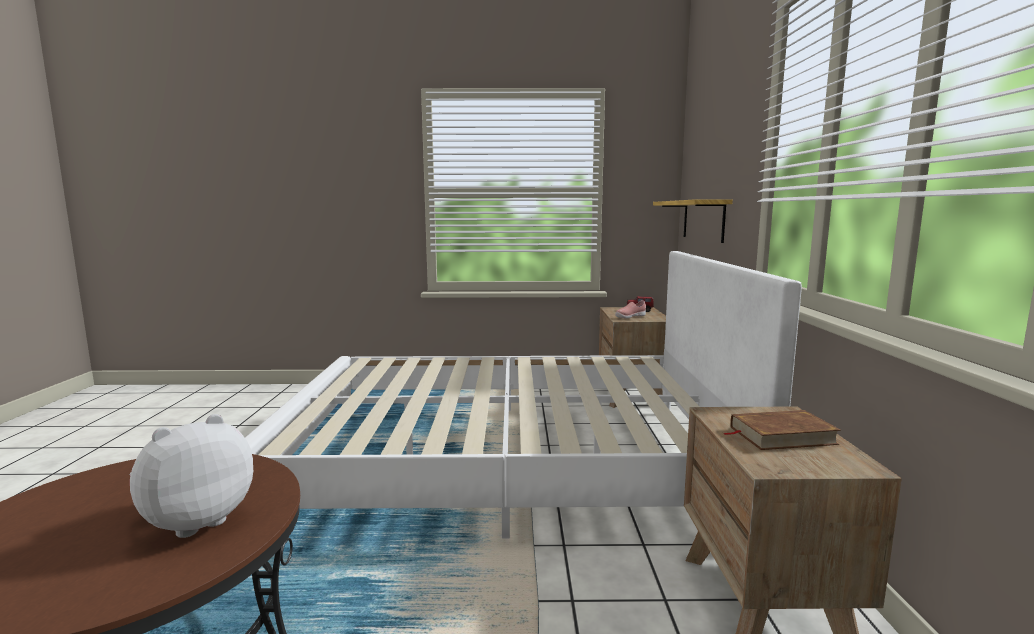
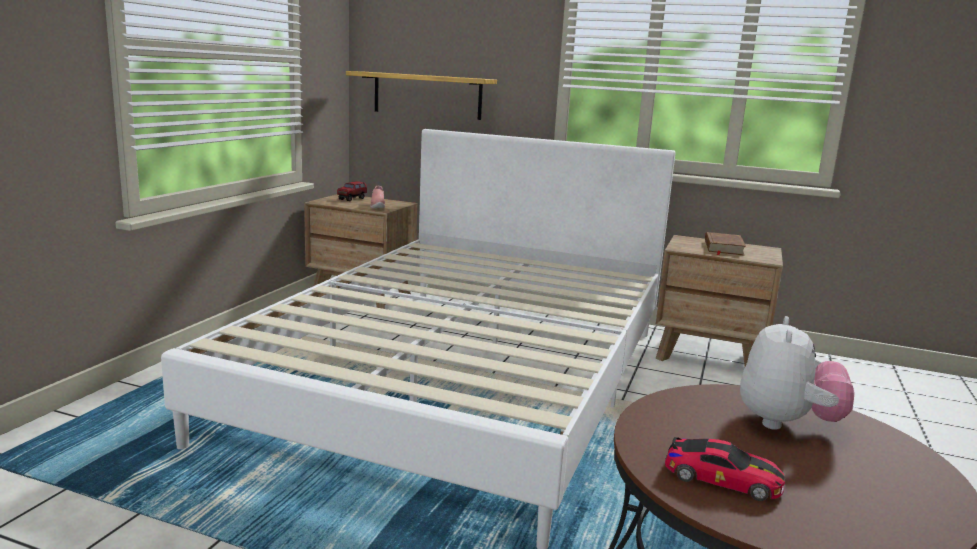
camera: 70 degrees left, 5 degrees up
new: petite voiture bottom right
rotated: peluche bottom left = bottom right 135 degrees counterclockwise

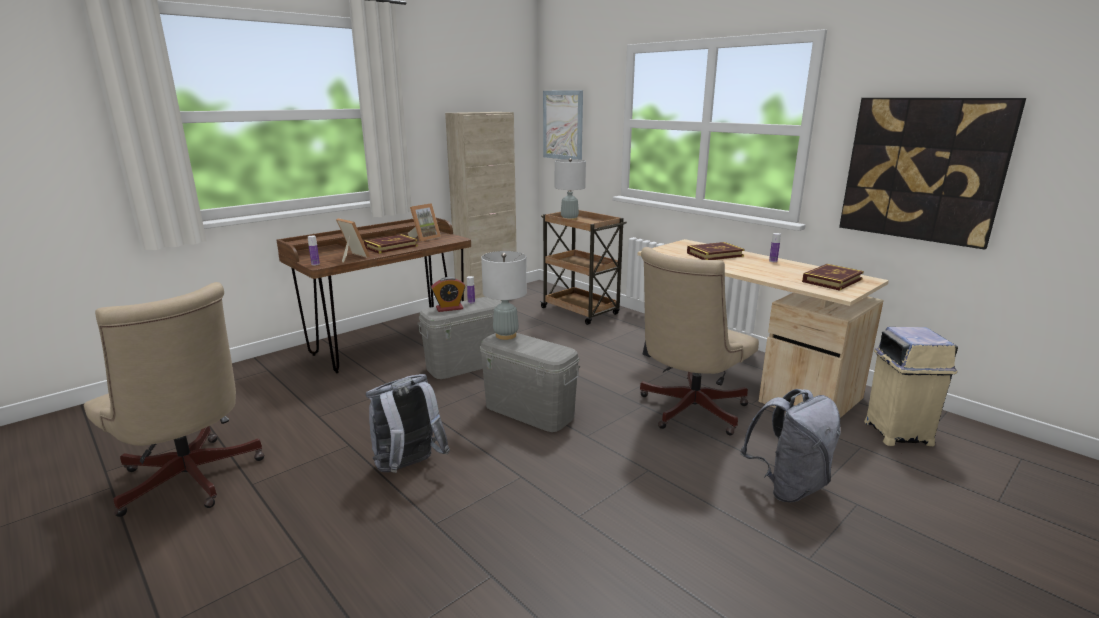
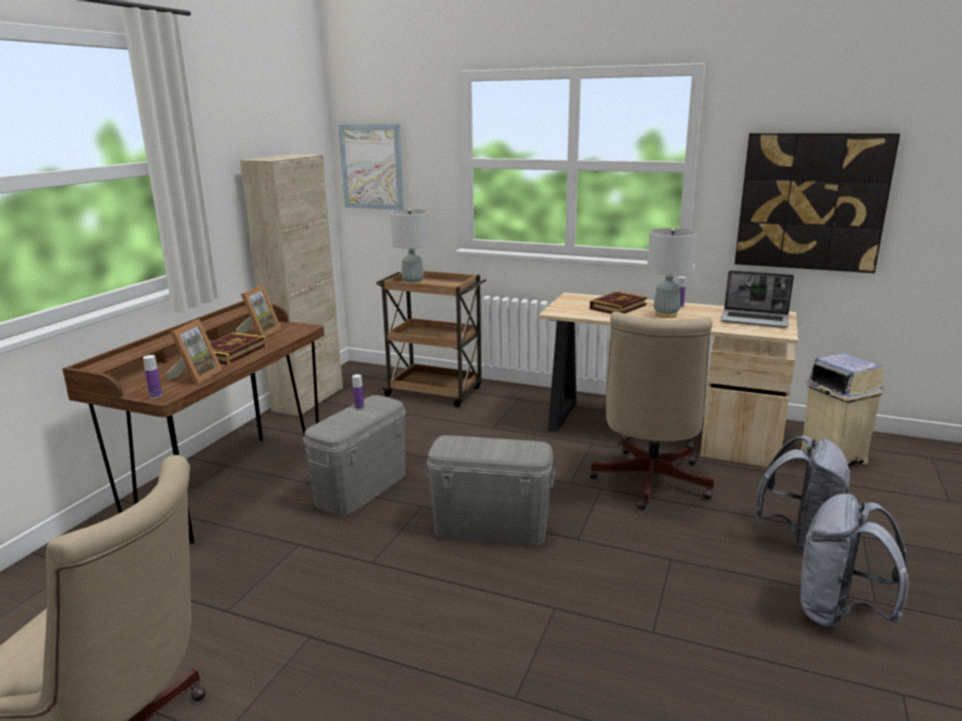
camera: 25 degrees left, 0 degrees up
gone: réveil centre
shifted: lampe de table [gris] (no. 1 from left in the first image) centre to lampe de table [gris] (no. 2 from left) middle right; sac à dos [gris] (no. 1 from left in the first image) bottom centre to sac à dos [gris] (no. 2 from left) bottom right
swapped: livre (no. 3 from left) middle right to ordinateur portable middle right
rotated: cadre photo (no. 1 from left) middle left = middle left 90 degrees clockwise

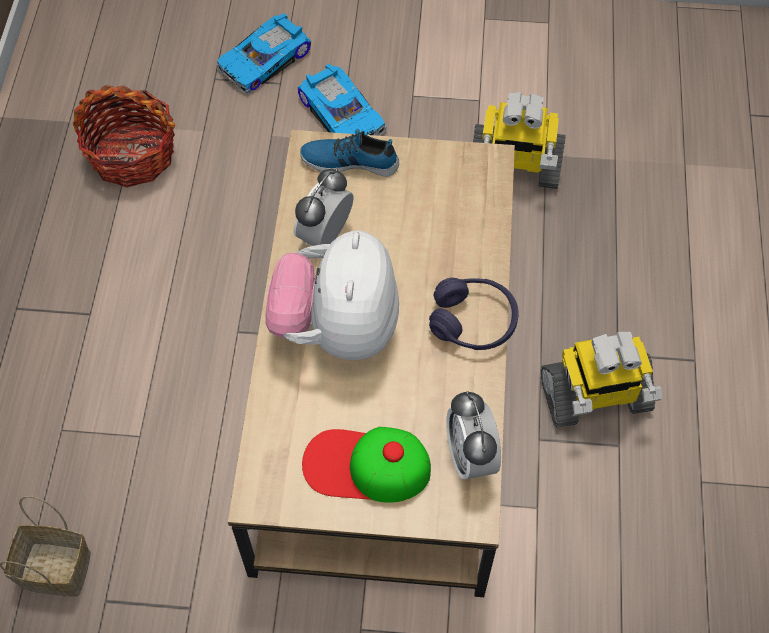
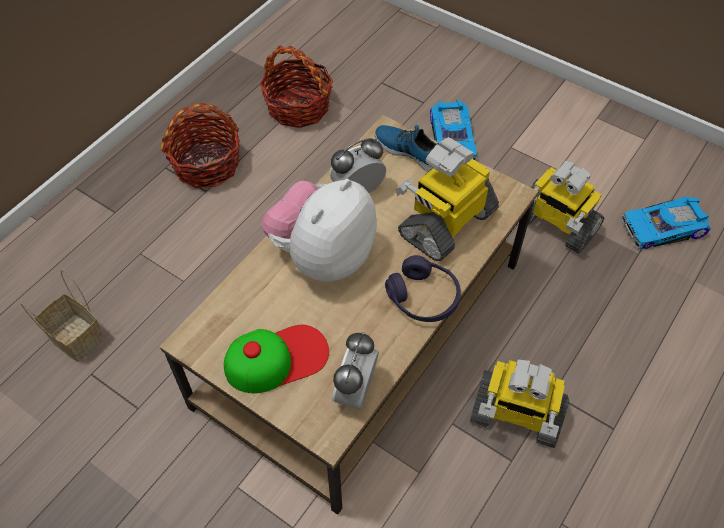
camera: 30 degrees right, 5 degrees down
new: panier (no. 2 from left) top left; robot jouet (no. 1 from left) centre
shifted: petite voiture (no. 1 from left in the first image) top centre to petite voiture (no. 2 from left) middle right
rotated: casquette bottom centre = bottom centre 120 degrees clockwise

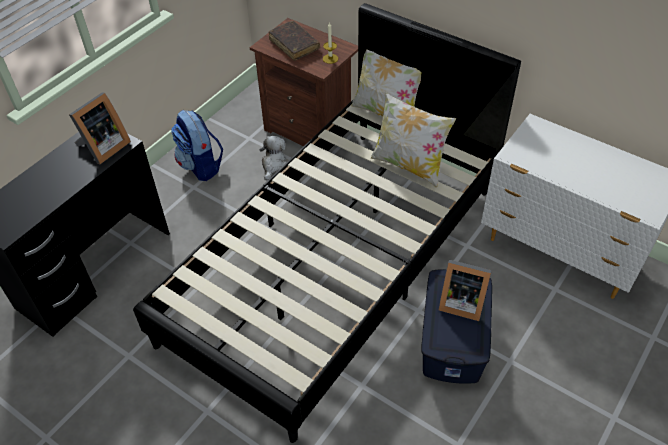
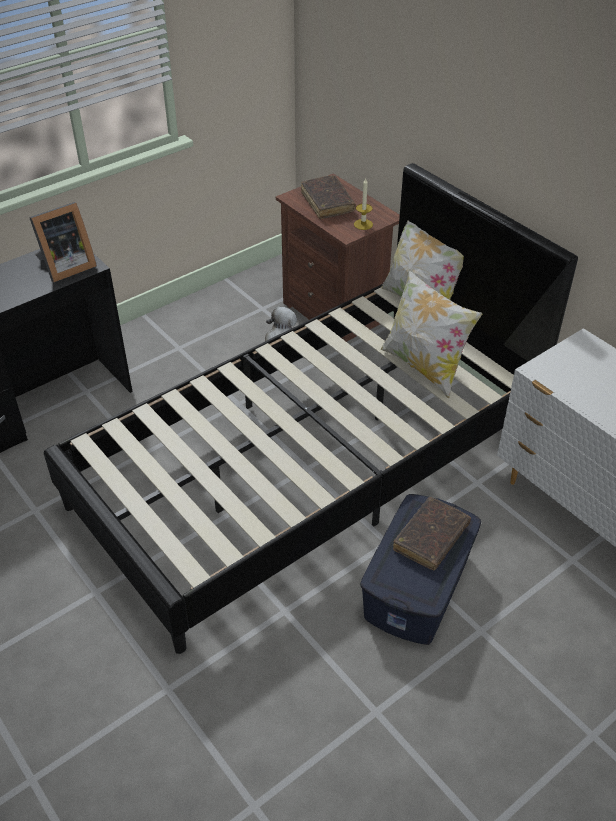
camera: 15 degrees right, 5 degrees down
gone: sac à dos top left
swapped: cadre photo (no. 2 from left) middle right to livre [marron] (no. 2 from left) middle right

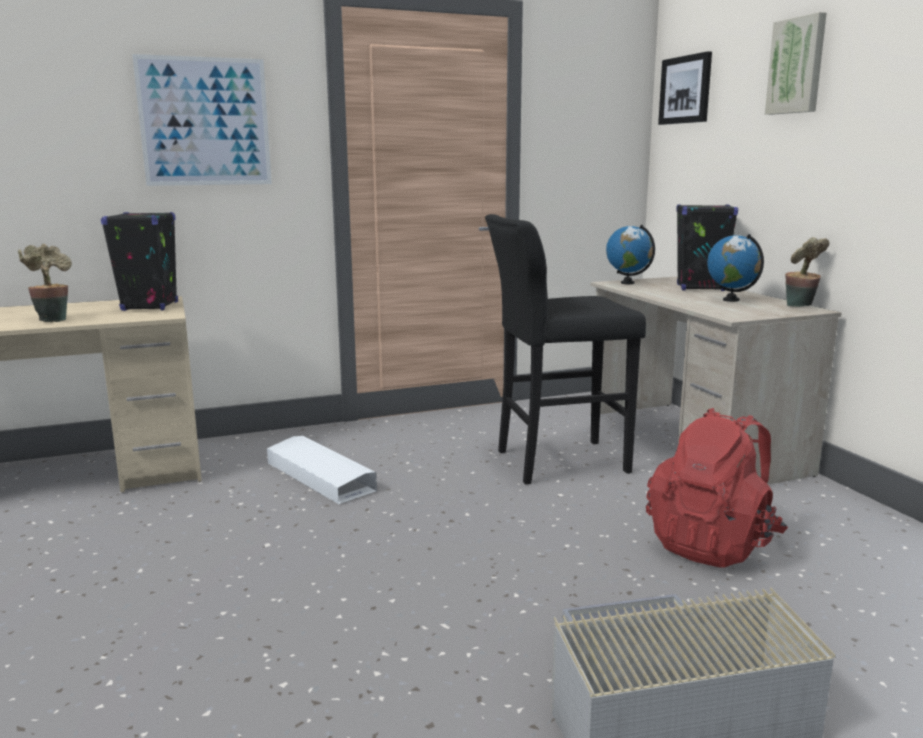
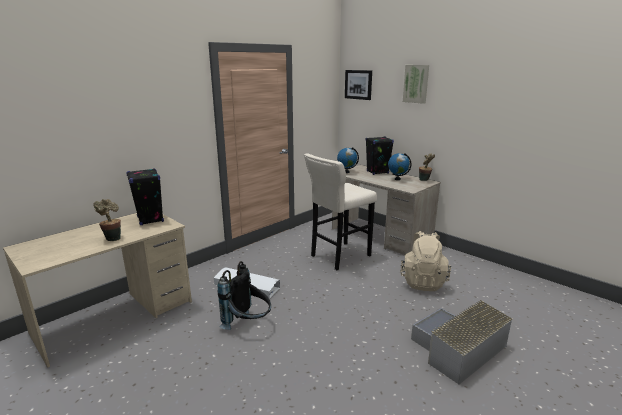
camera: 25 degrees left, 5 degrees up
gone: tableau (no. 1 from left) top left
new: sac à dos [noir] bottom centre
repainted: tabouret [noir] centre to tabouret [beige] centre; sac à dos [rouge] middle right to sac à dos [beige] middle right

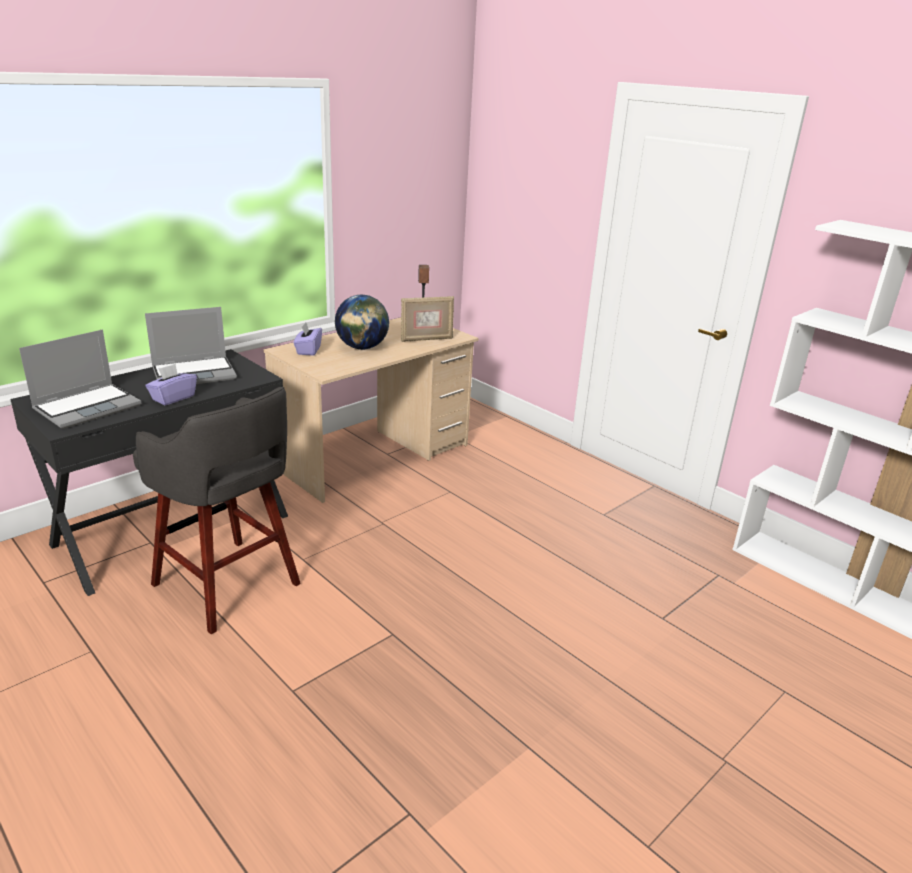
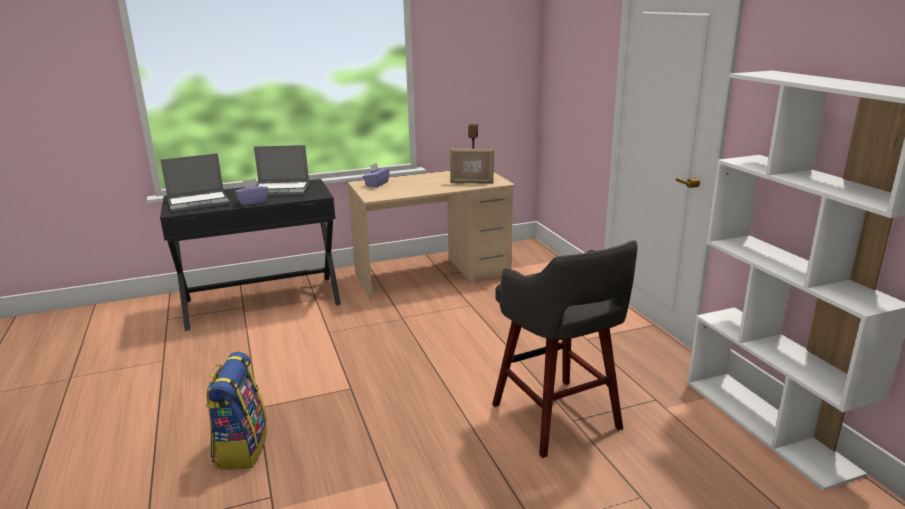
camera: 25 degrees right, 5 degrees down
gone: globe centre
new: sac à dos bottom left
shifted: tabouret [gris] middle left to bottom centre

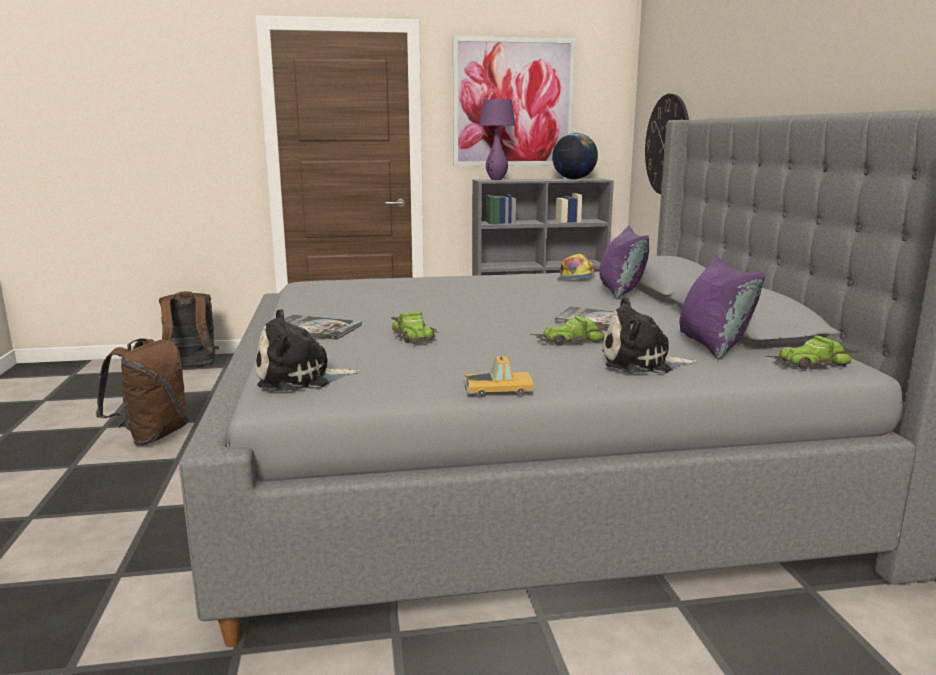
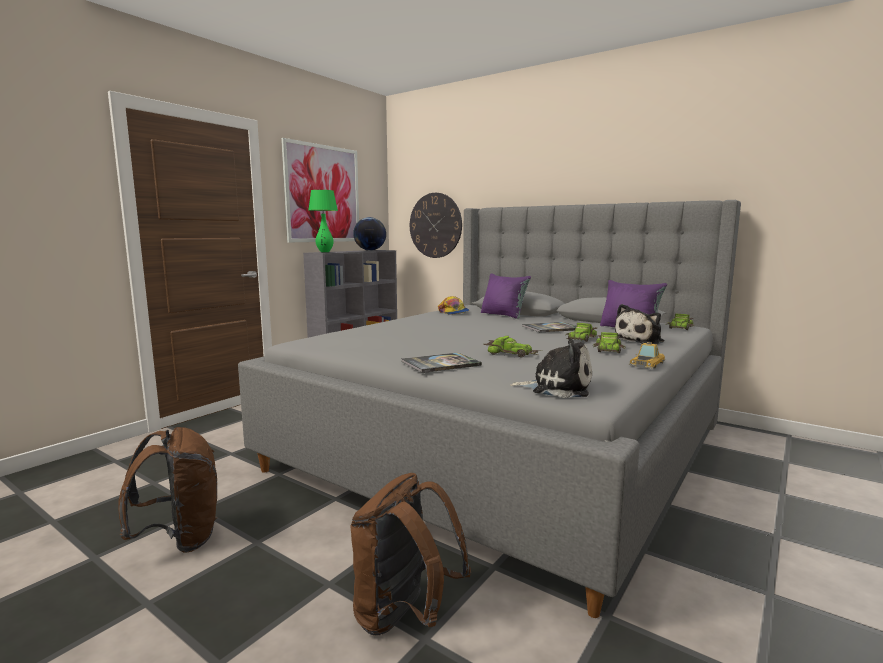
camera: 45 degrees left, 5 degrees down
new: petite voiture (no. 3 from left) middle right
shifted: sac à dos [marron] (no. 2 from left) middle left to bottom centre
repainted: lampe de table [violet] top centre to lampe de table [vert] centre
rotated: peluche (no. 1 from left) middle left = centre 105 degrees counterclockwise

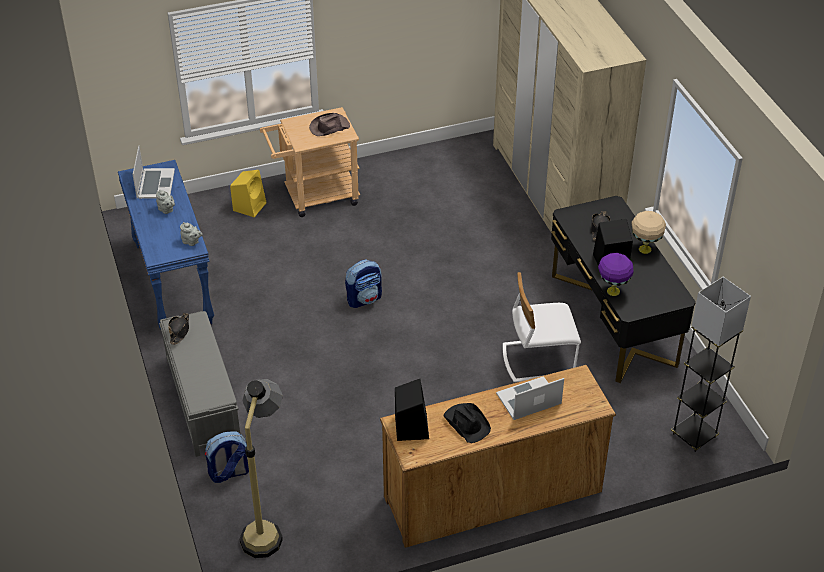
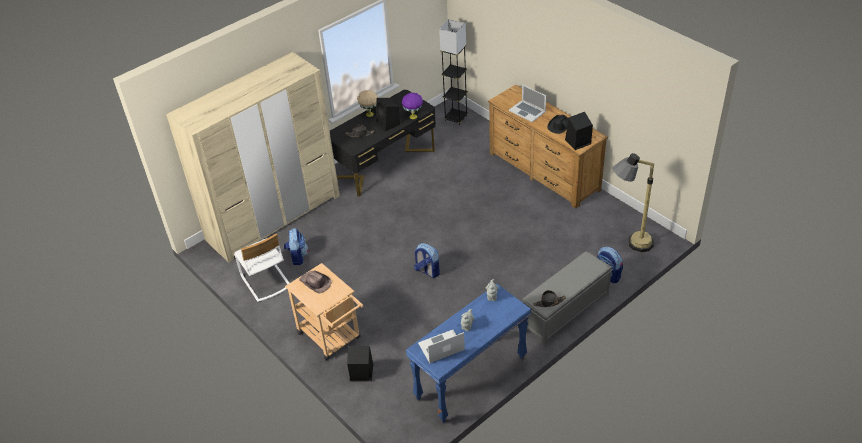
camera: 110 degrees left, 0 degrees up
new: sac à dos (no. 1 from left) centre
shifted: chaise [blanc] centre to middle left
repainted: enceinte [jaune] middle left to enceinte [noir] (no. 1 from left) bottom centre

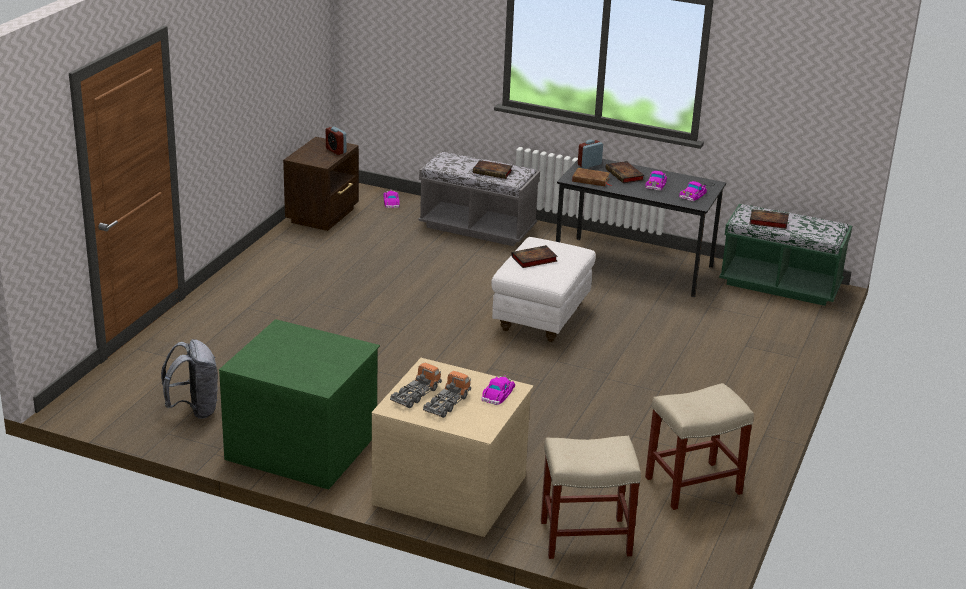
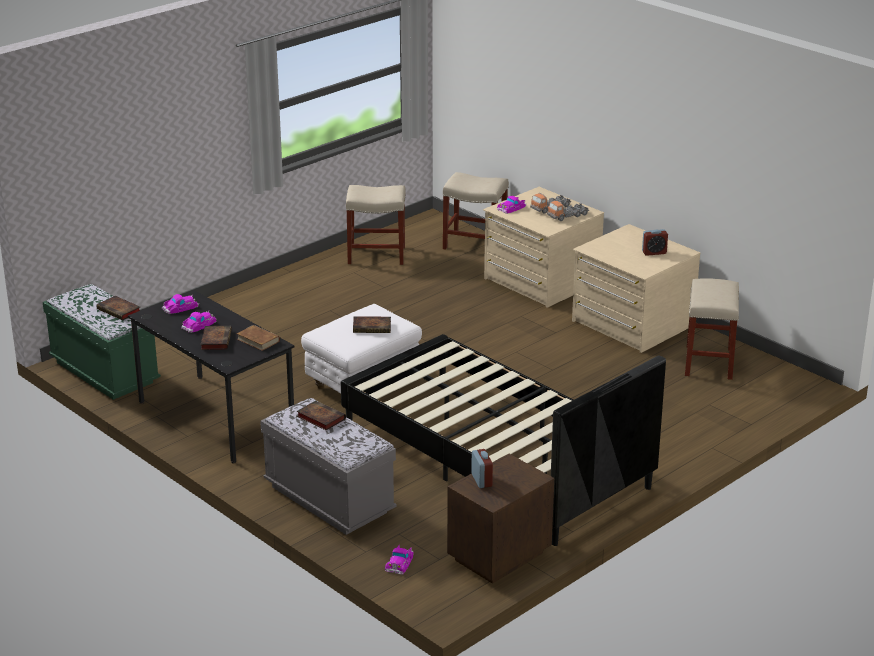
camera: 155 degrees left, 0 degrees up
new: lit [noir] bottom centre
shifted: réveil (no. 2 from left) top centre to middle right
swapped: sac à dos [gris] middle left to tabouret [beige] (no. 3 from left) middle right
repainted: commode [vert] bottom left to commode [beige] (no. 2 from left) middle right

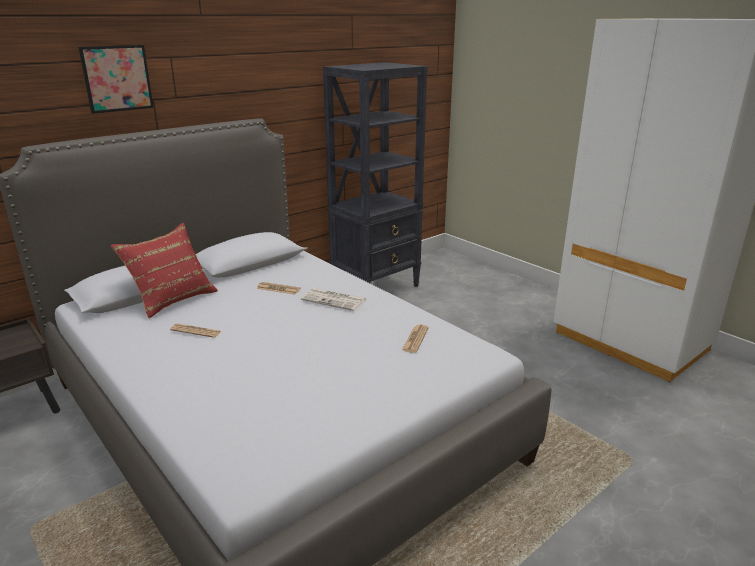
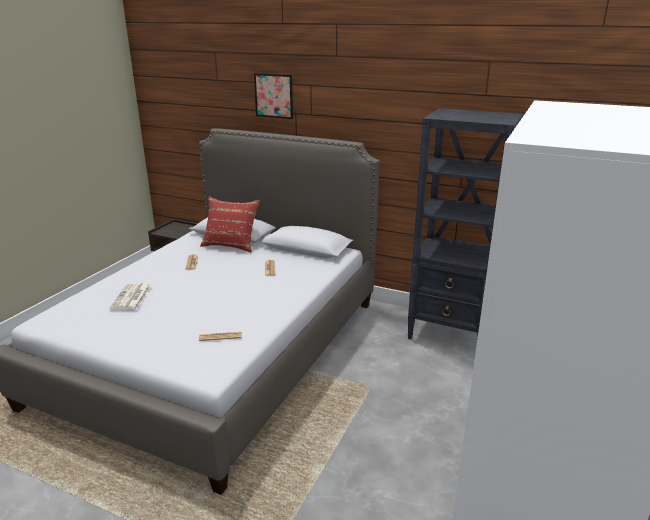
camera: 65 degrees right, 0 degrees up
shifted: journal (no. 3 from left in the first image) centre to journal (no. 1 from left) middle left

